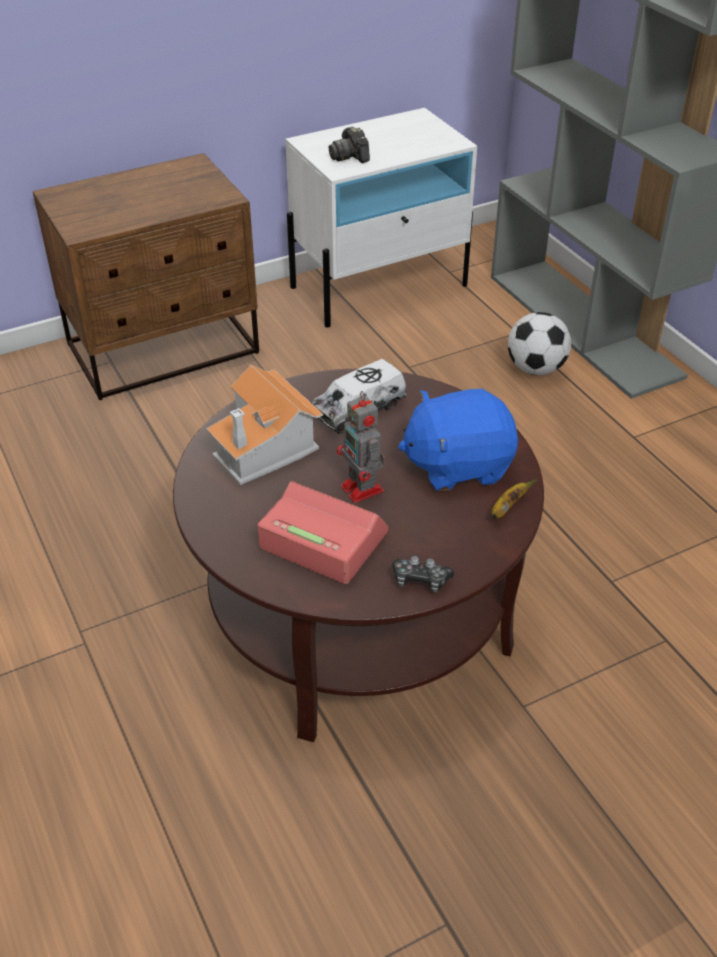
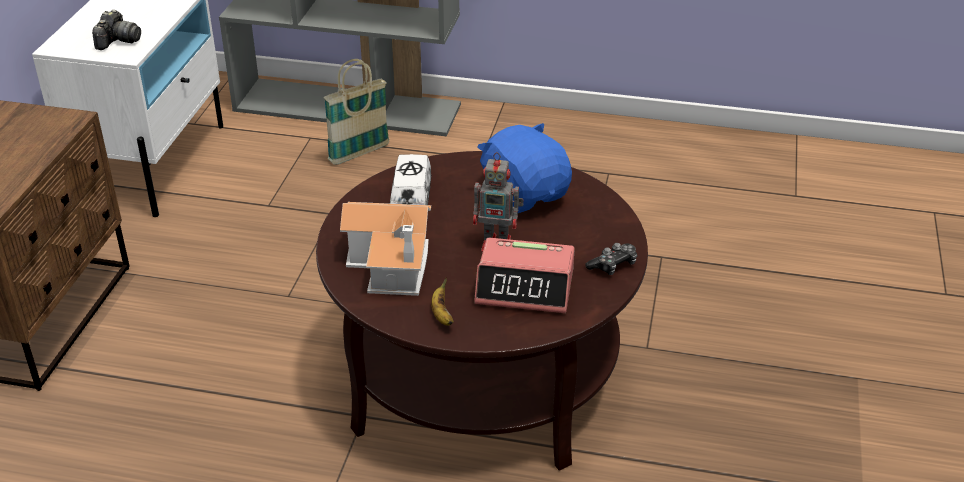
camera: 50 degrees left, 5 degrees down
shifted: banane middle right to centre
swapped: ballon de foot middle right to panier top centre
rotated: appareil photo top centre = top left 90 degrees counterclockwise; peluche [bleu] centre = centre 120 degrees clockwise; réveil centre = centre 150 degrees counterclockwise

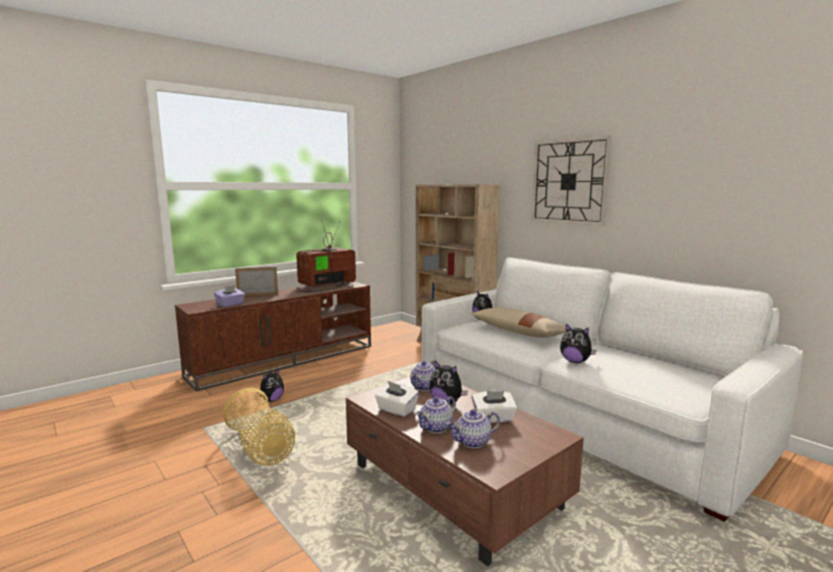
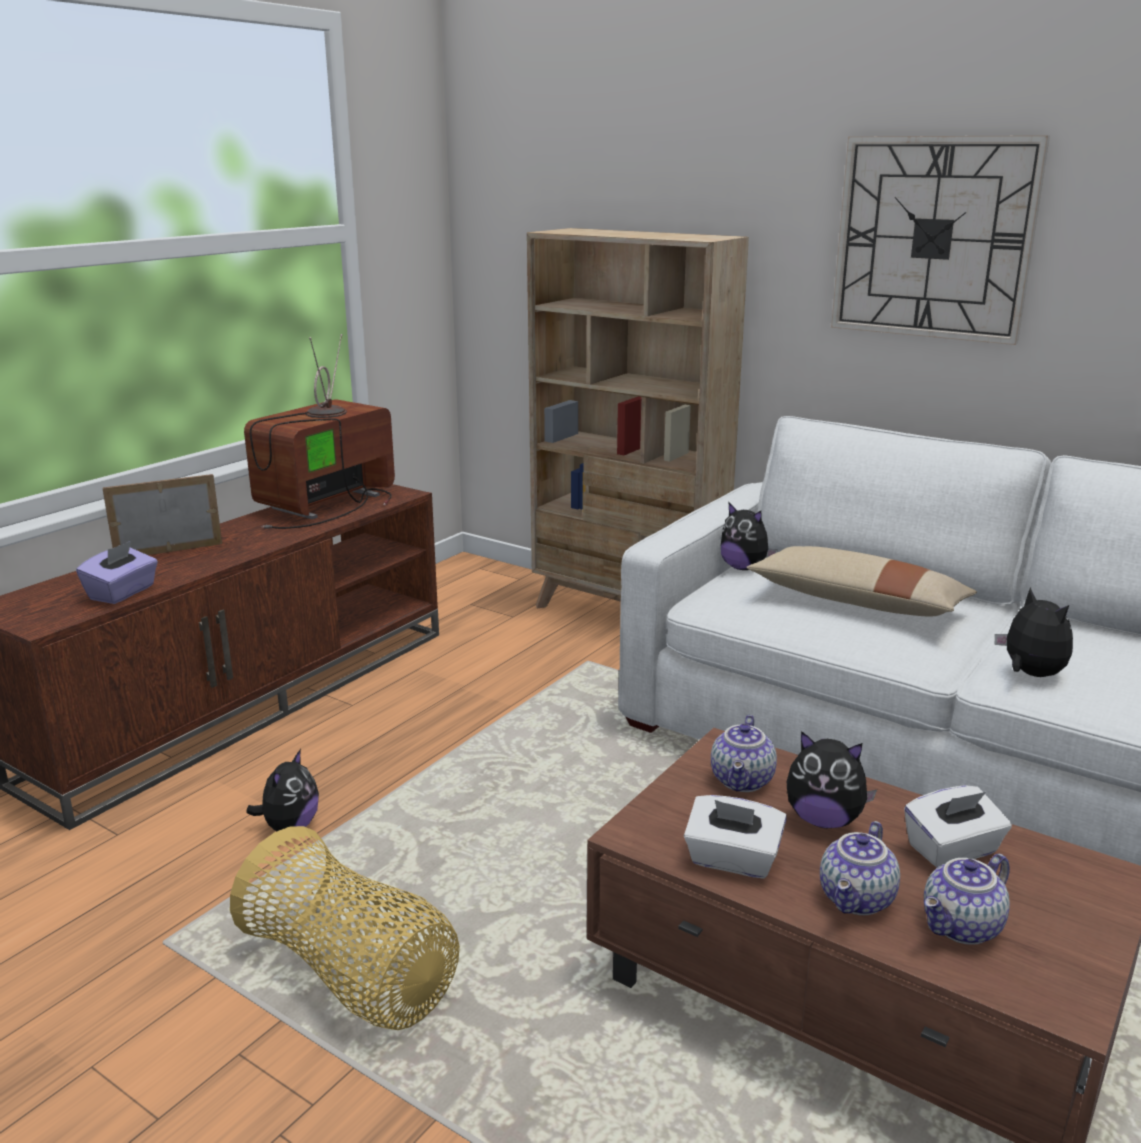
camera: 15 degrees left, 10 degrees up
rotated: peluche (no. 4 from left) middle right = middle right 135 degrees counterclockwise

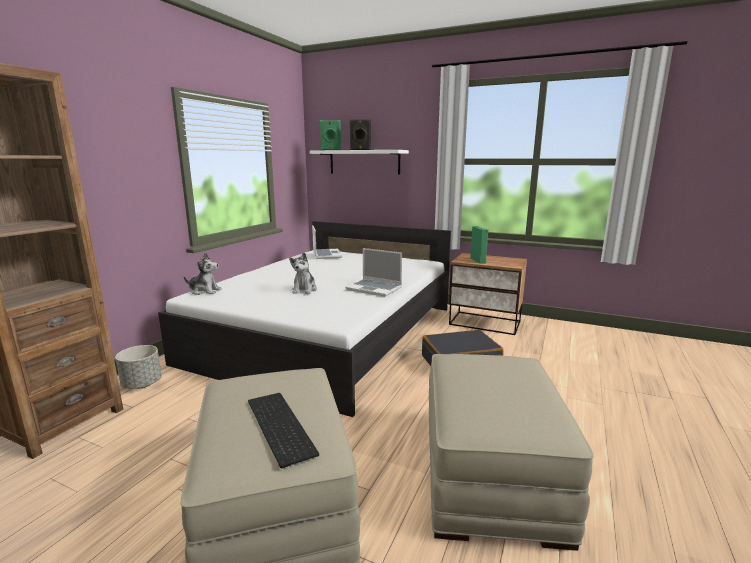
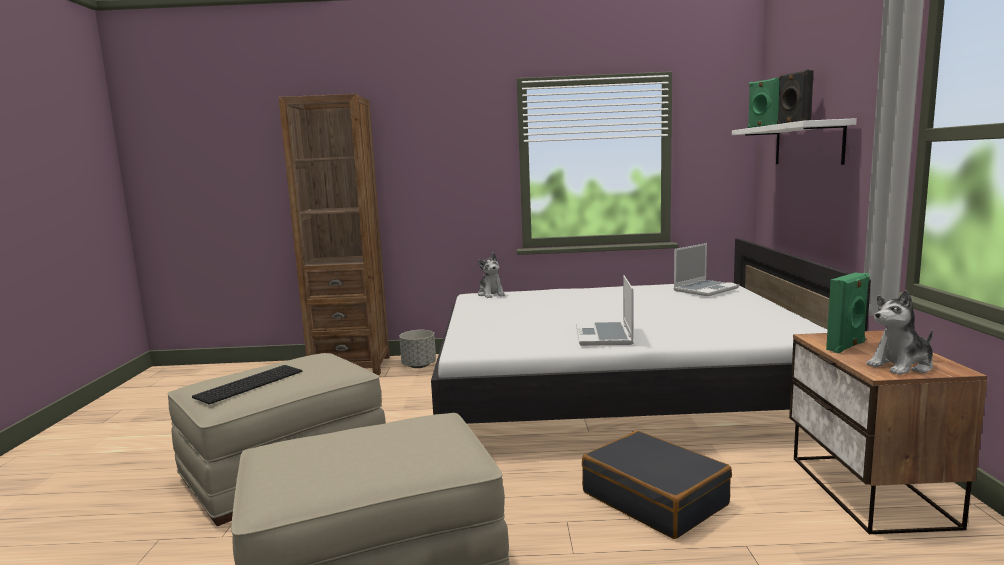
camera: 65 degrees right, 5 degrees down
shifted: peluche (no. 2 from left) centre to middle right

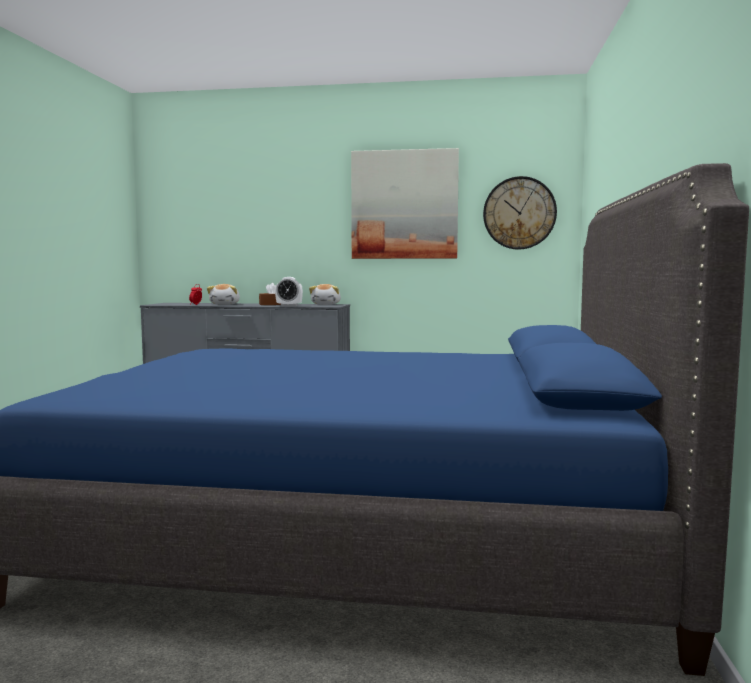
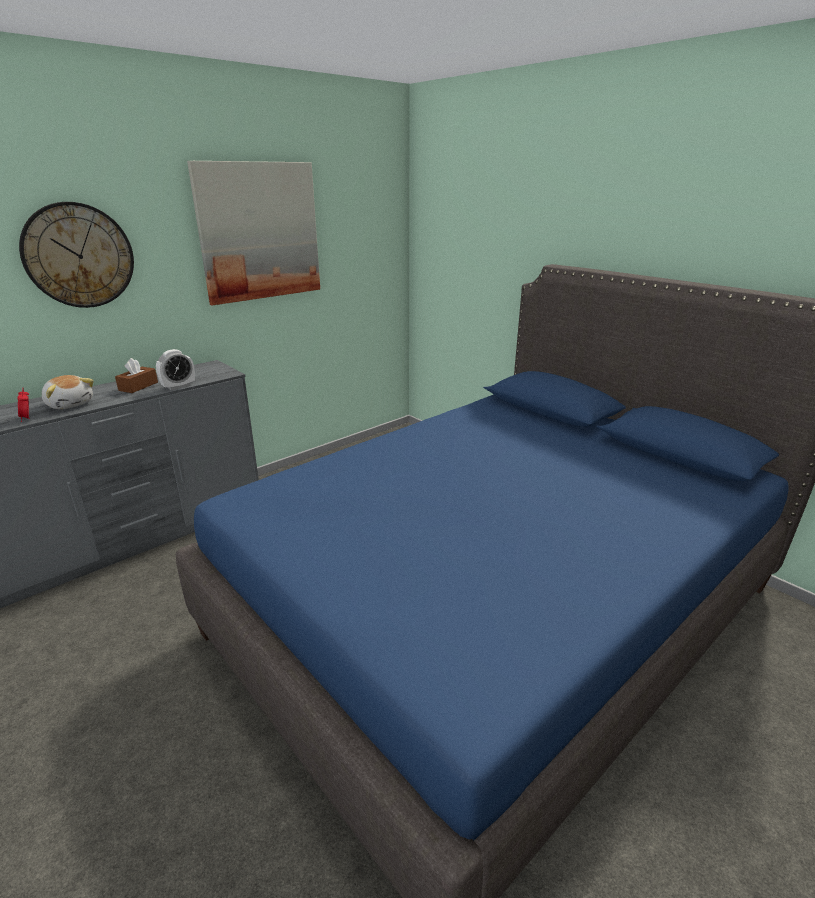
camera: 50 degrees left, 20 degrees up
gone: peluche (no. 2 from left) centre
shifted: horloge murale top right to top left

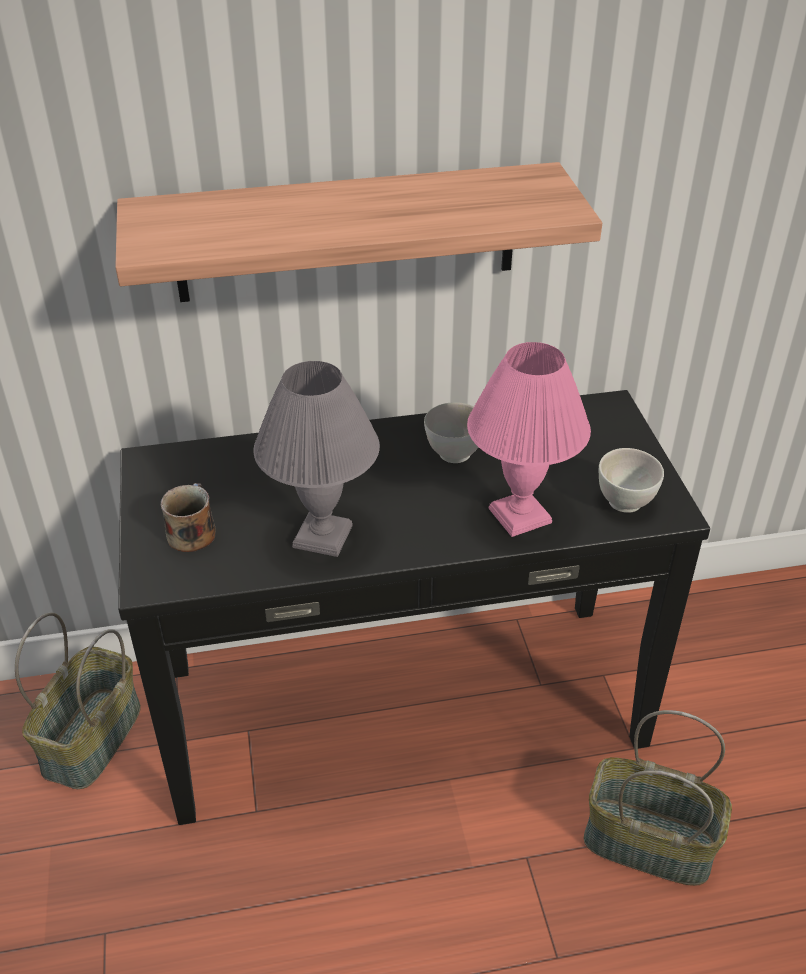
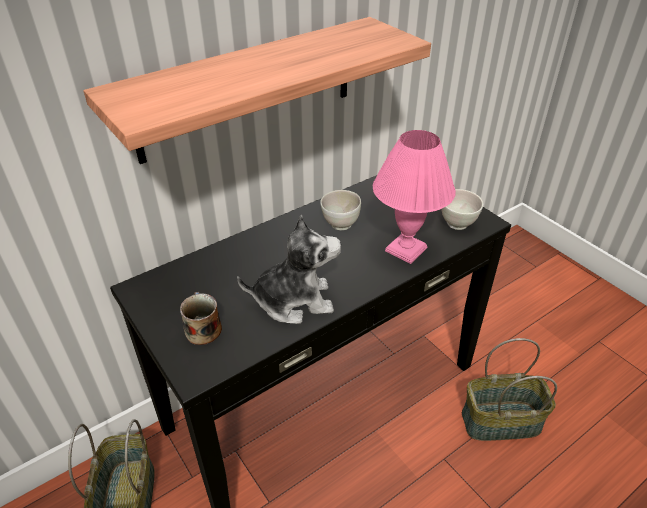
camera: 25 degrees left, 0 degrees up
swapped: lampe de table [gris] centre to peluche centre

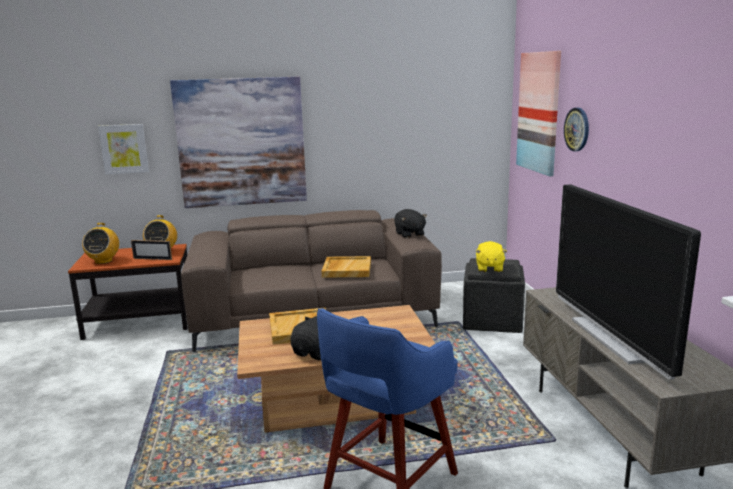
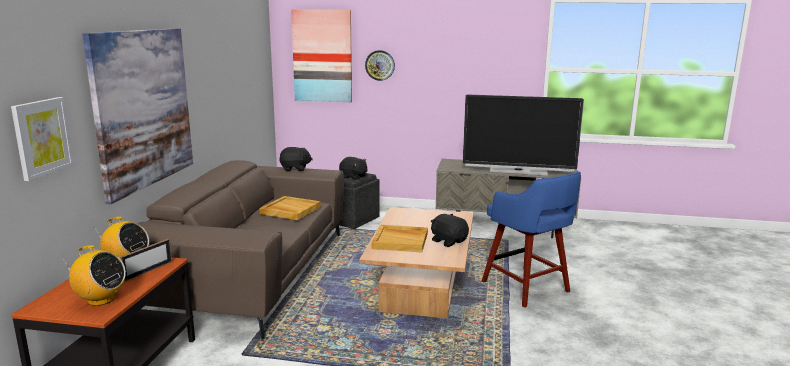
camera: 70 degrees left, 0 degrees up
repainted: peluche [jaune] middle right to peluche [noir] (no. 2 from left) centre

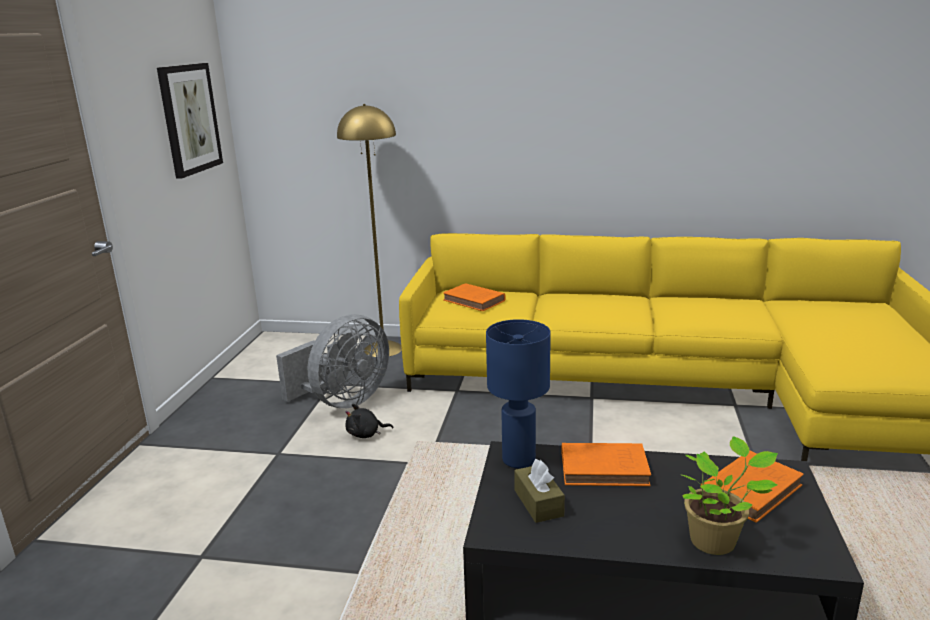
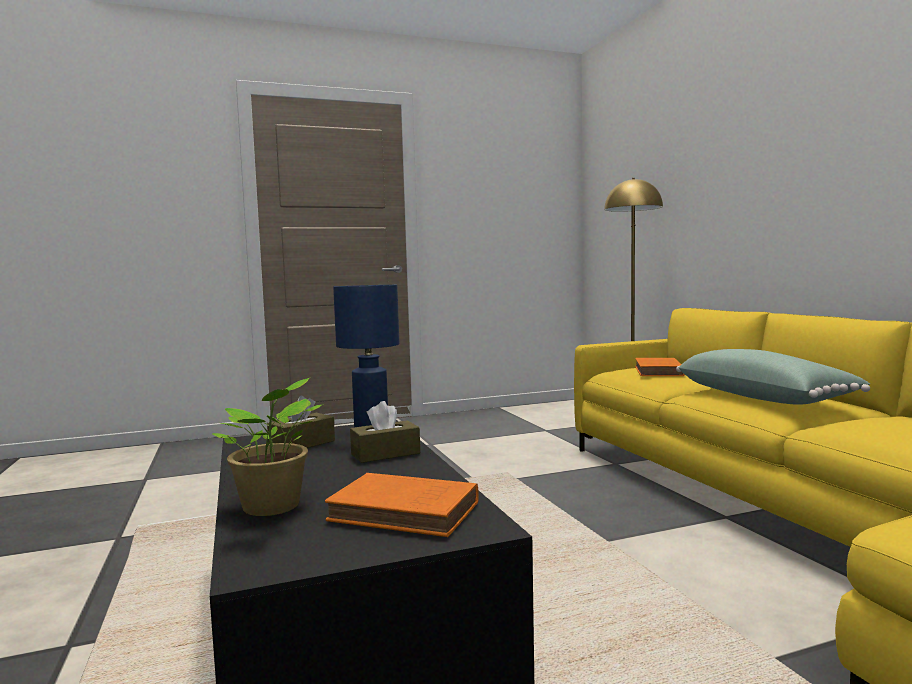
camera: 60 degrees right, 15 degrees down
gone: tableau top left; ventilateur [gris] centre; peluche [noir] bottom centre
new: coussin [vert] middle right
swapped: livre [orange] (no. 2 from left) bottom centre to boîte à mouchoirs [marron] (no. 2 from left) centre

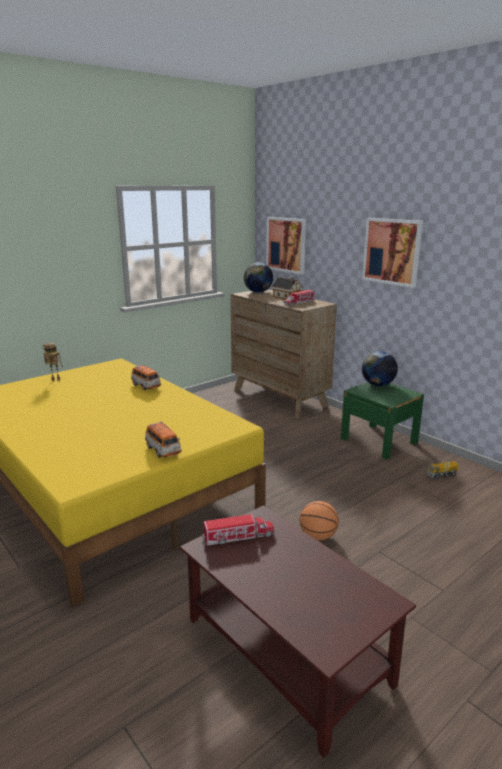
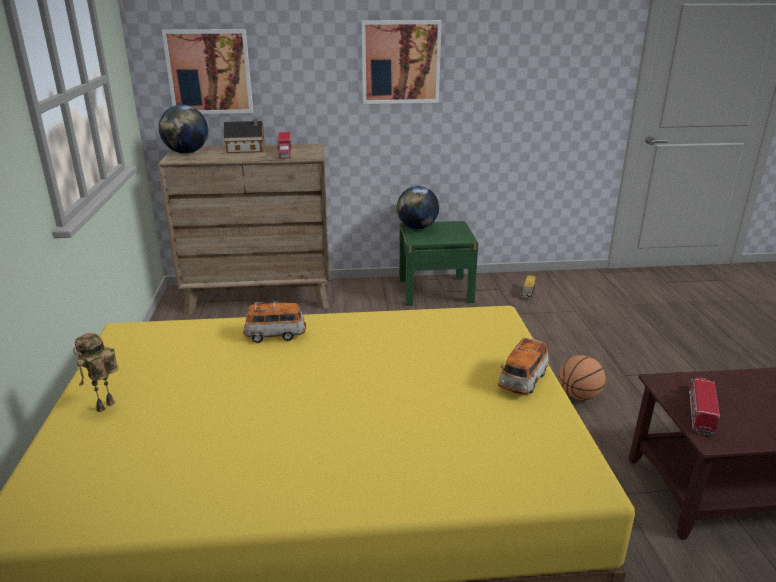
camera: 55 degrees left, 5 degrees up
rotated: petite voiture (no. 2 from left) middle left = middle right 120 degrees clockwise

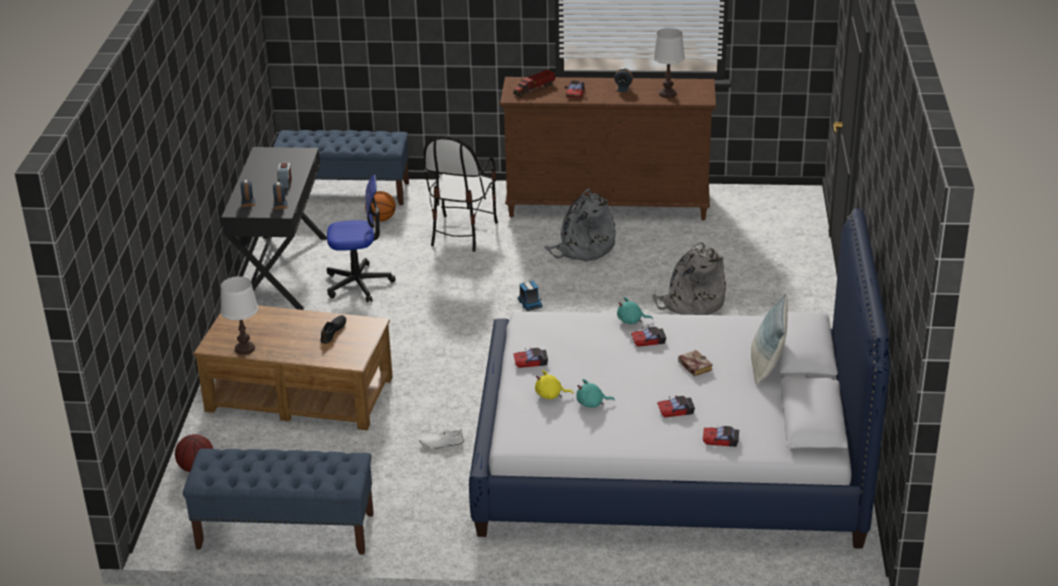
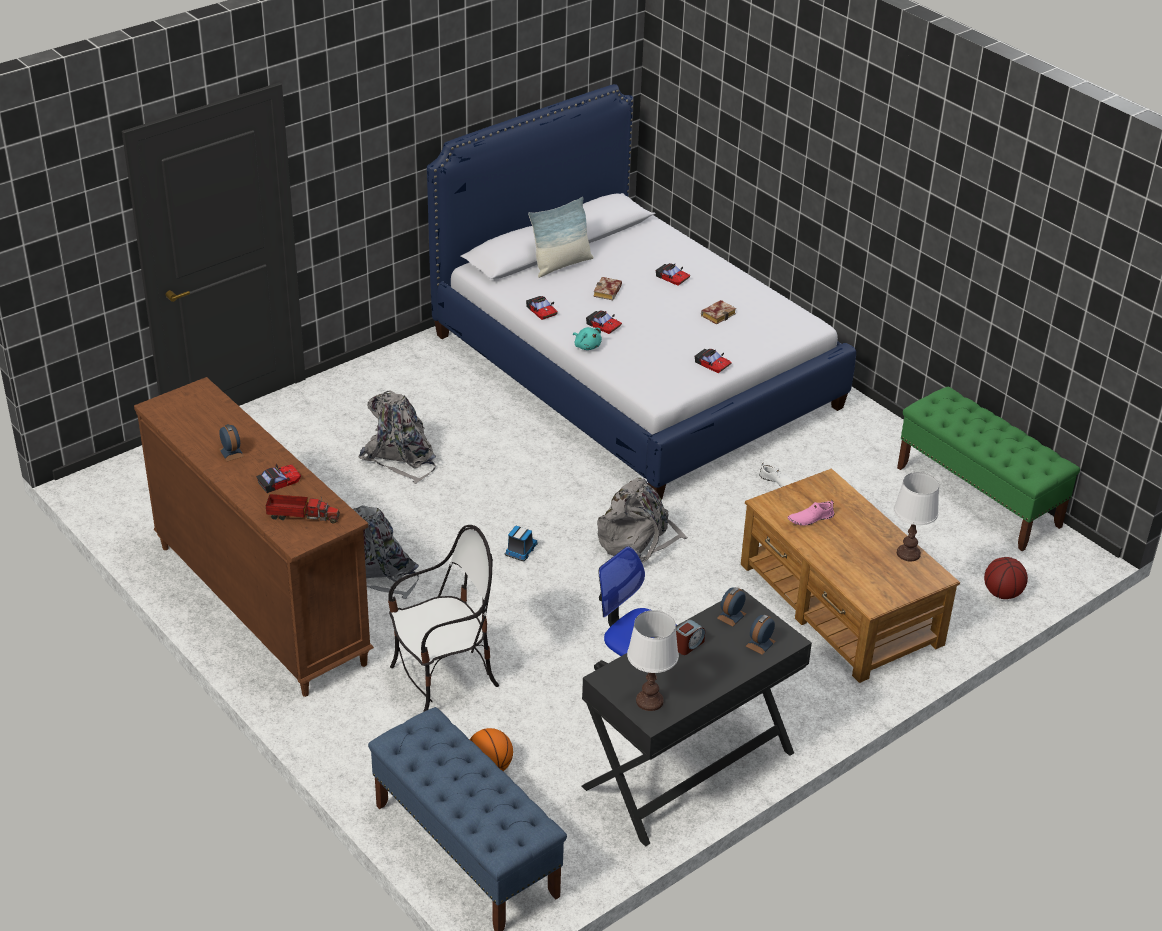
camera: 135 degrees left, 5 degrees up
gone: peluche [jaune] centre
new: sac à dos [gris] (no. 3 from left) centre
shifted: lampe de table [blanc] (no. 2 from left in the first image) top centre to lampe de table [blanc] (no. 1 from left) bottom centre; petite voiture (no. 5 from left in the first image) bottom right to petite voiture (no. 2 from left) top centre
swapped: peluche [turquoise] (no. 1 from left) bottom centre to livre (no. 2 from left) centre
repainted: chaussure [noir] middle left to chaussure [rose] middle right; banc [bleu] (no. 1 from left) bottom left to banc [vert] middle right

